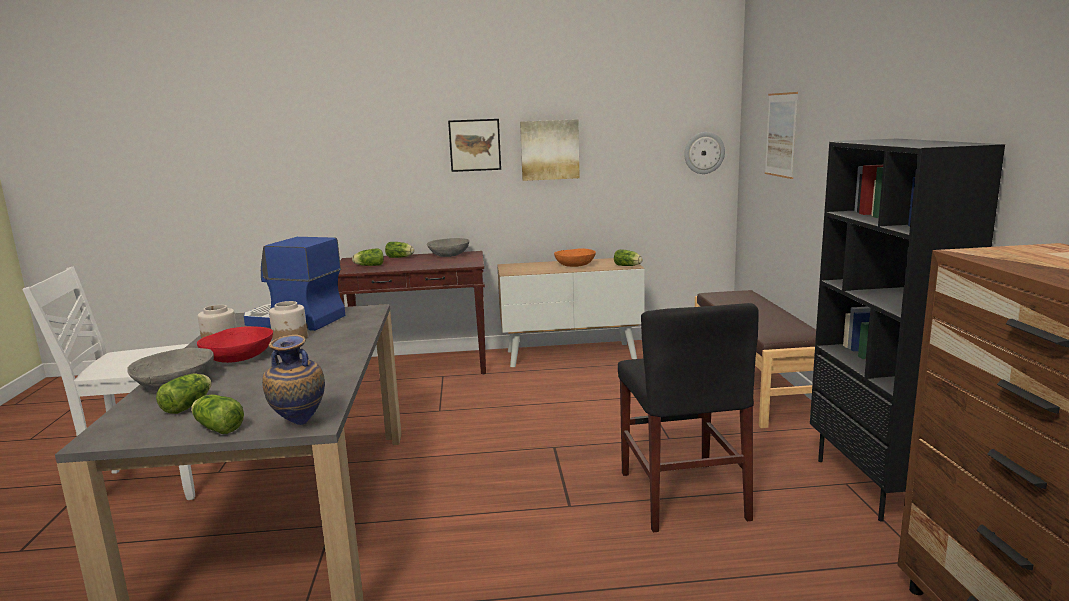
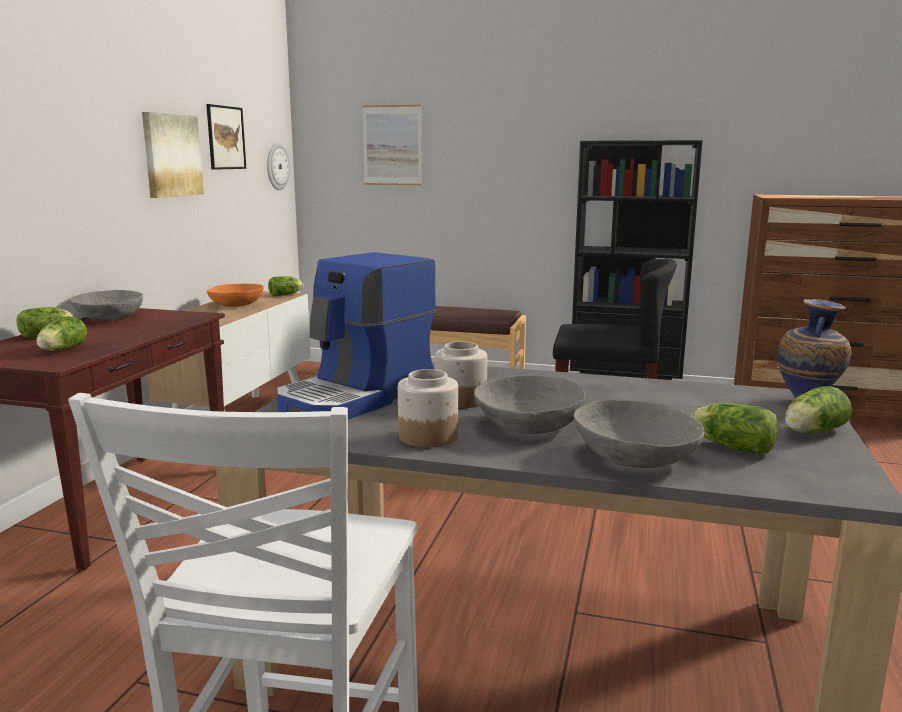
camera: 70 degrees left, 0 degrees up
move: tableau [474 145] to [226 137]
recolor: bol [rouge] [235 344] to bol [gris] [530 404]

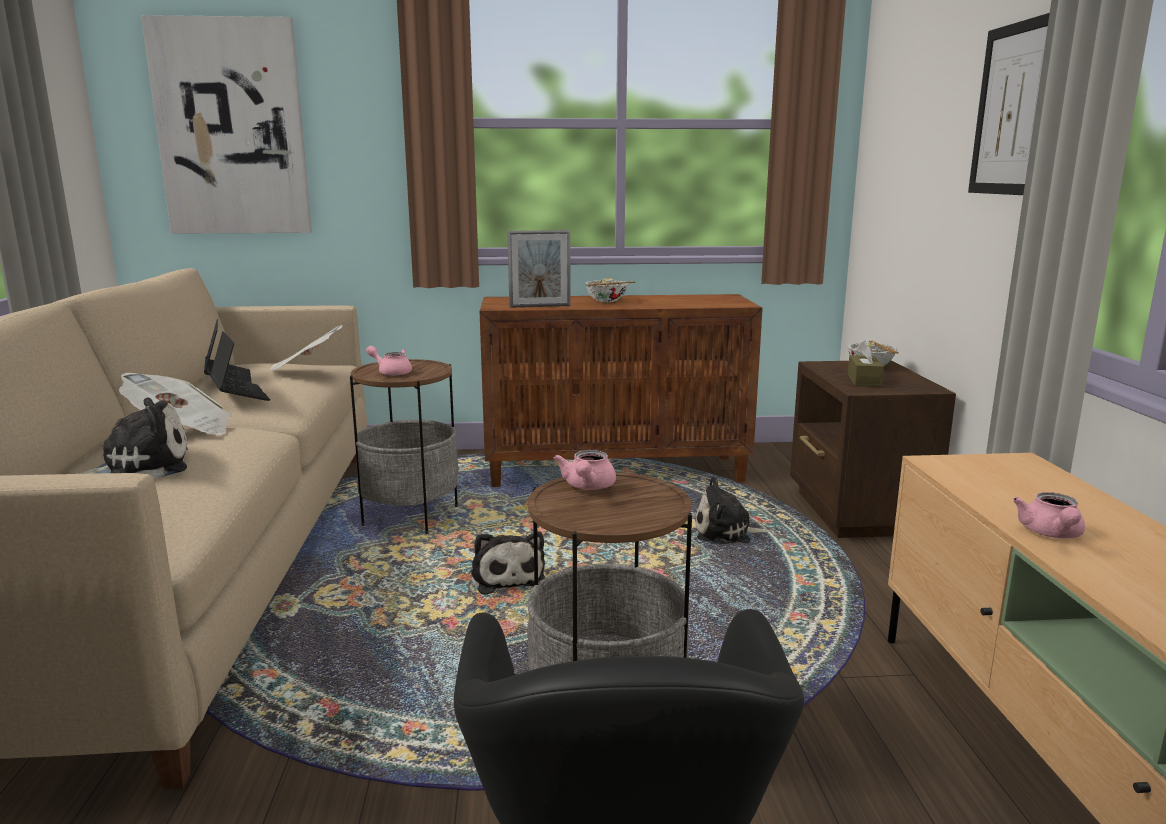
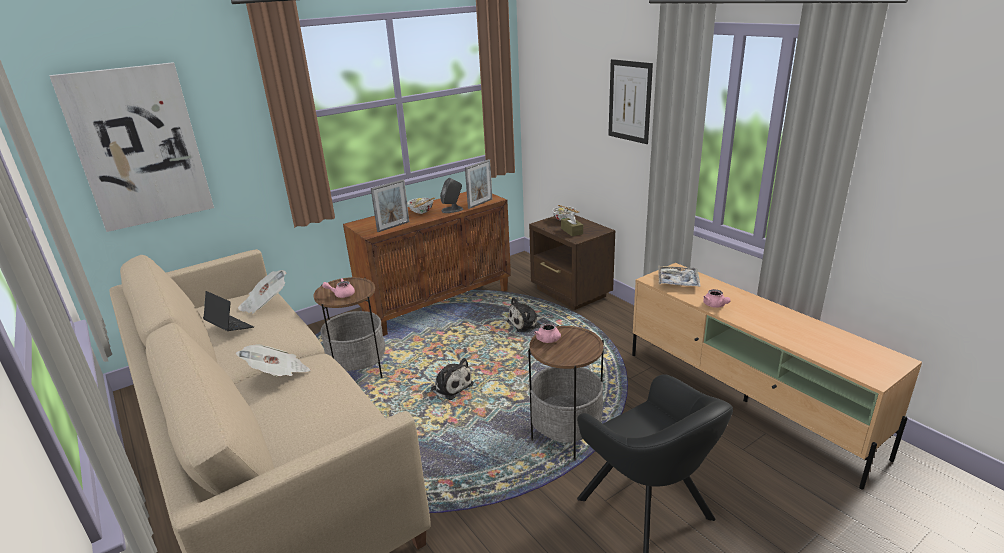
camera: 30 degrees left, 10 degrees up
delete: peluche [132 438]; ordinateur portable [240 366]
insert: enceinte [gris] [451 195]; cadre photo [478 184]; plateau [679 276]

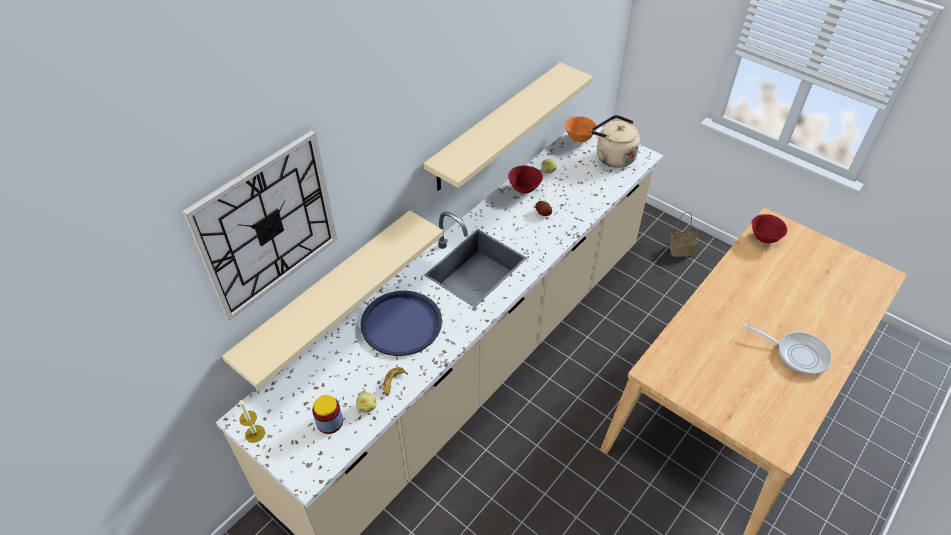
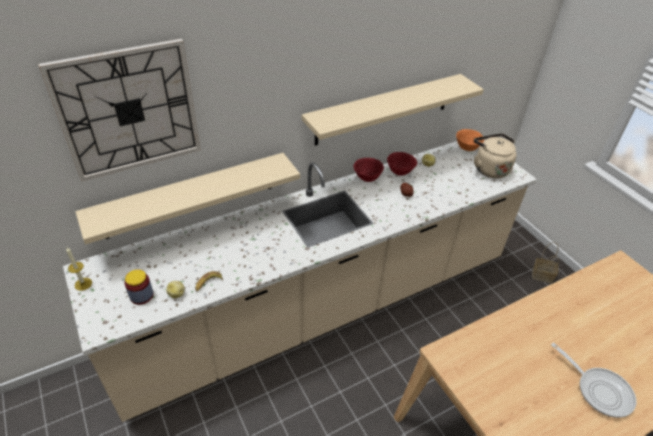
camera: 20 degrees right, 5 degrees down
delete: plateau [bleu] [401 323]
move: bol [rouge] [769 229] to [368 170]

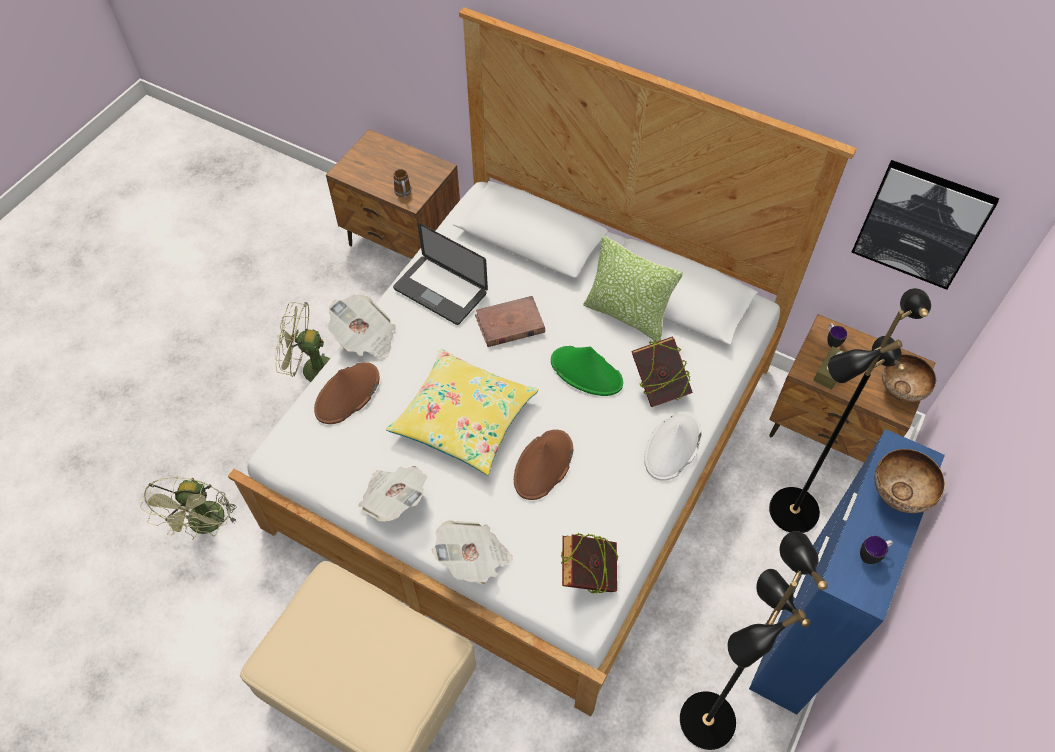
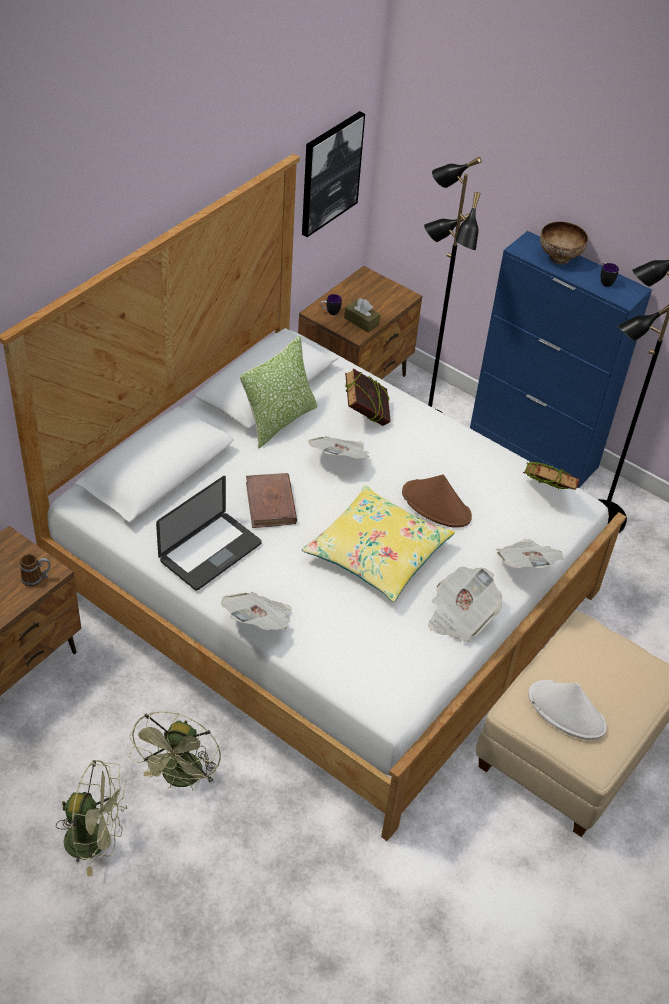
camera: 85 degrees left, 10 degrees down
delete: chapeau [marron] [347 393]; bol [909 378]
move: ventilateur [vert] [188 508] to [91 818]; chapeau [blanc] [673 446] to [567 710]
replace: chapeau [vert] [587 371] to journal [338 447]

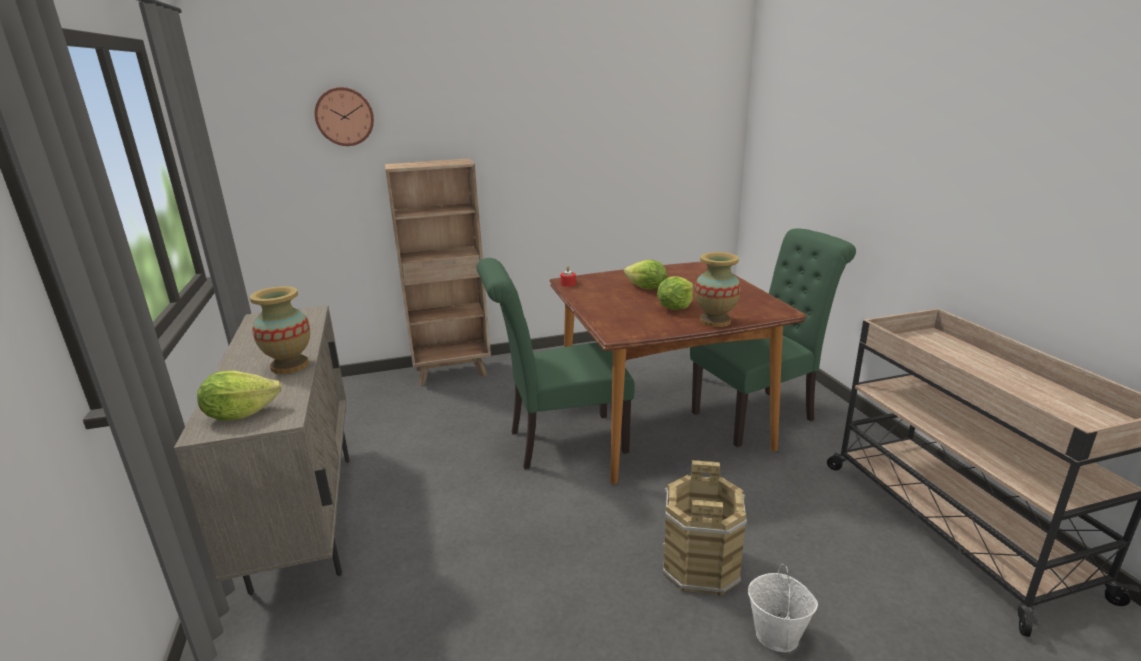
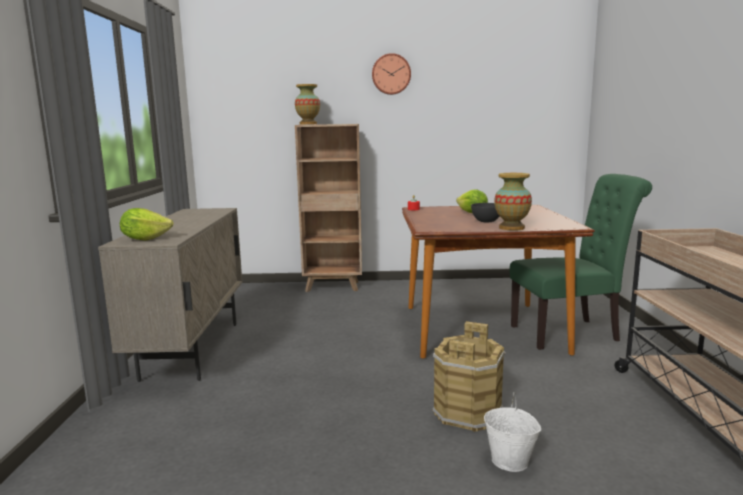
camera: 15 degrees right, 10 degrees down
delete: chaise [vert] [555 363]
move: vase [280 330] to [307 104]; horloge murale [344 116] to [391 74]
replace: laitue [675 293] to bol [gris] [485 212]

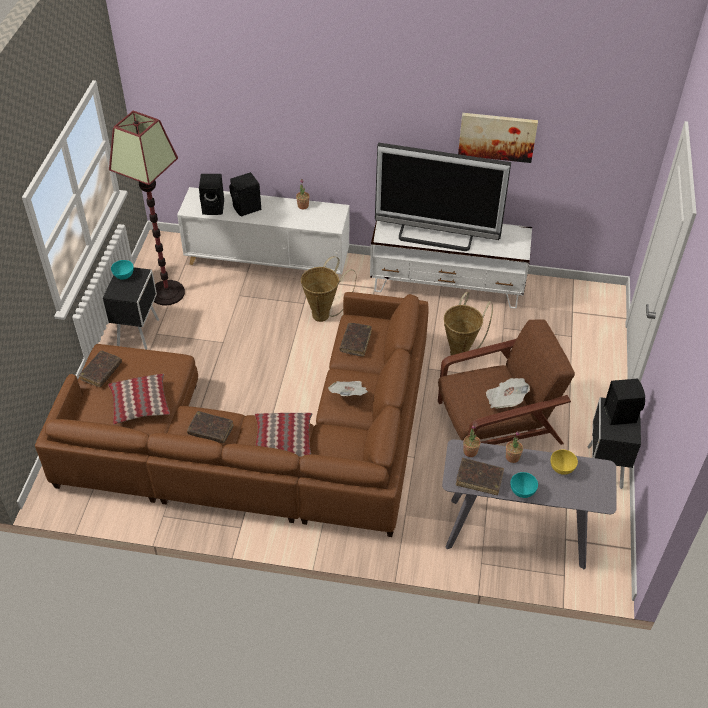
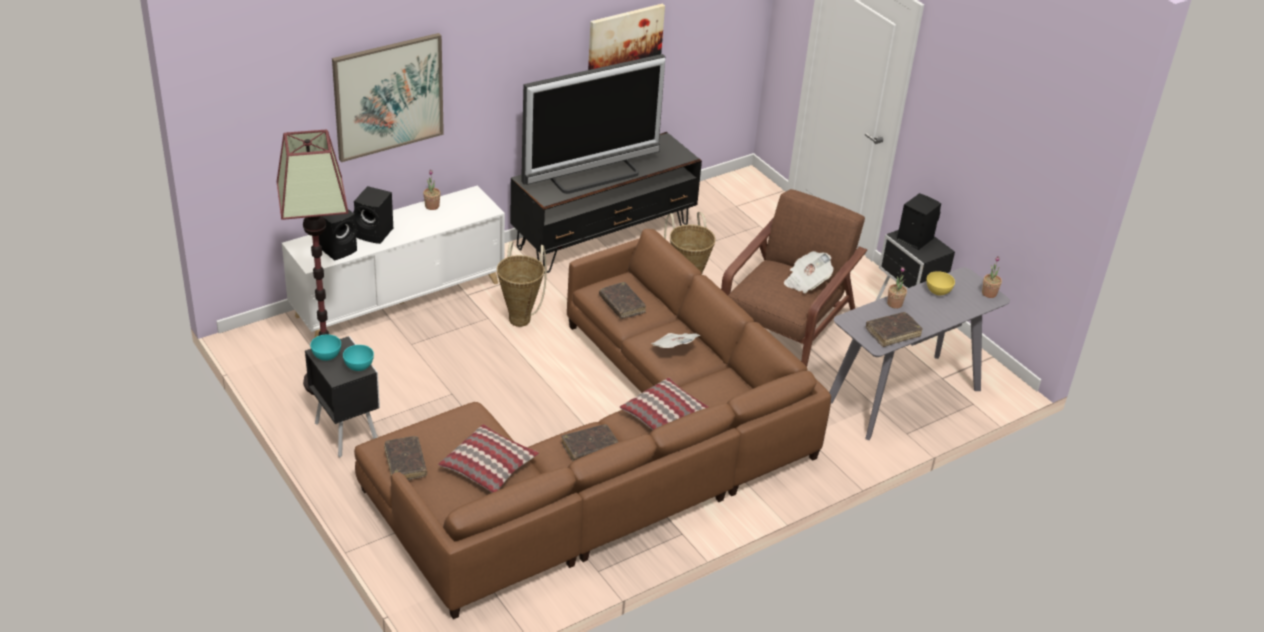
camera: 45 degrees left, 10 degrees down
insert: tableau [388 97]
move: plante en pot [471 440] to [992 277]; bol [turquoise] [524 485] to [358 358]
recolor: meuble télé [blanc] [451 265] to meuble télé [noir] [606 203]

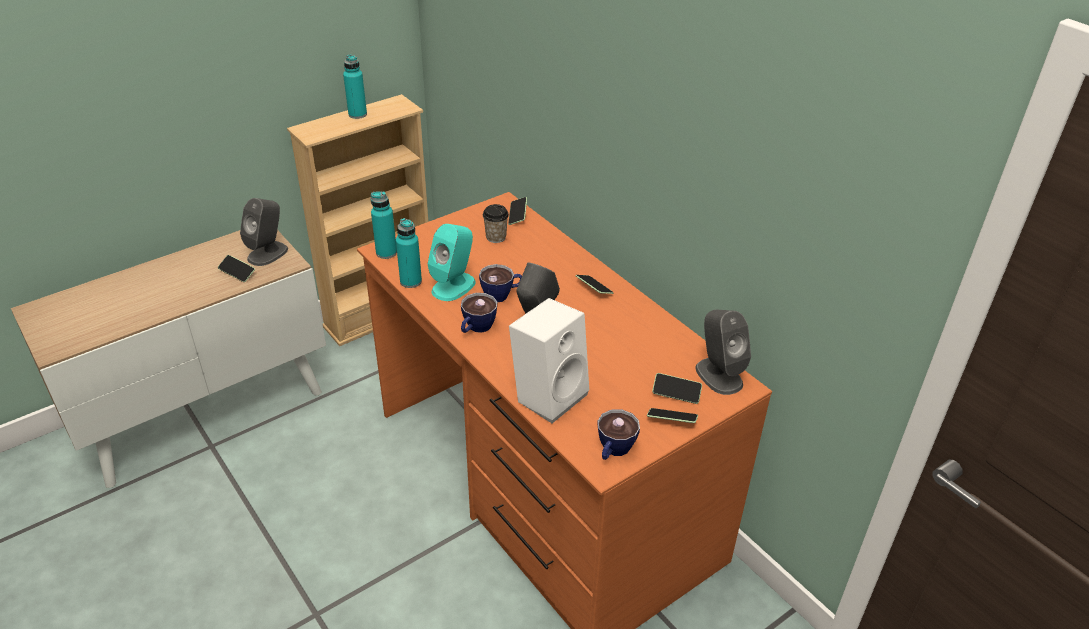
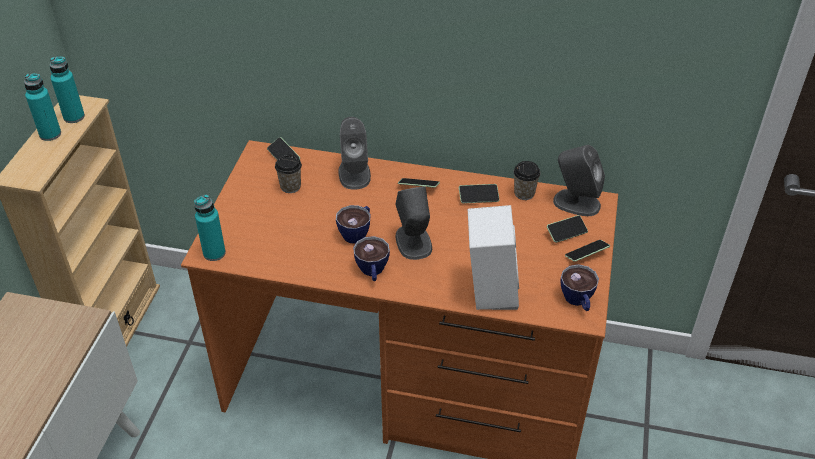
camera: 40 degrees left, 5 degrees up
delete: enceinte [turquoise] [452 262]
insert: tasse [527 180]
move: téléphone [236 268] to [479 193]; enceinte [gris] [264 232] to [355 153]; bouteille [turquoise] [409 253] to [67 90]

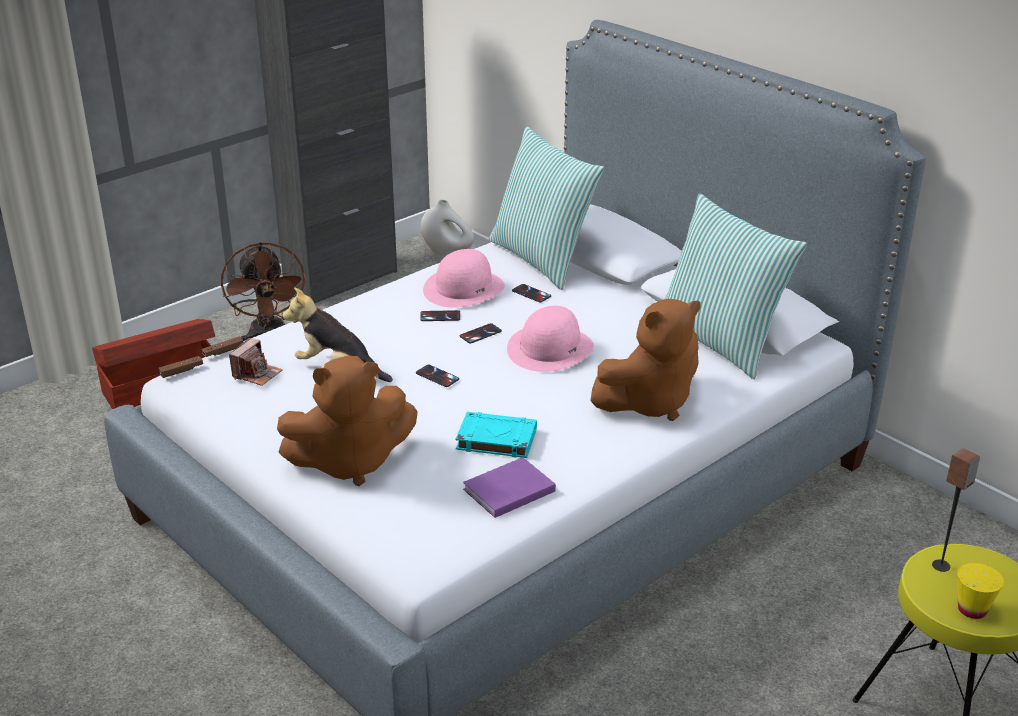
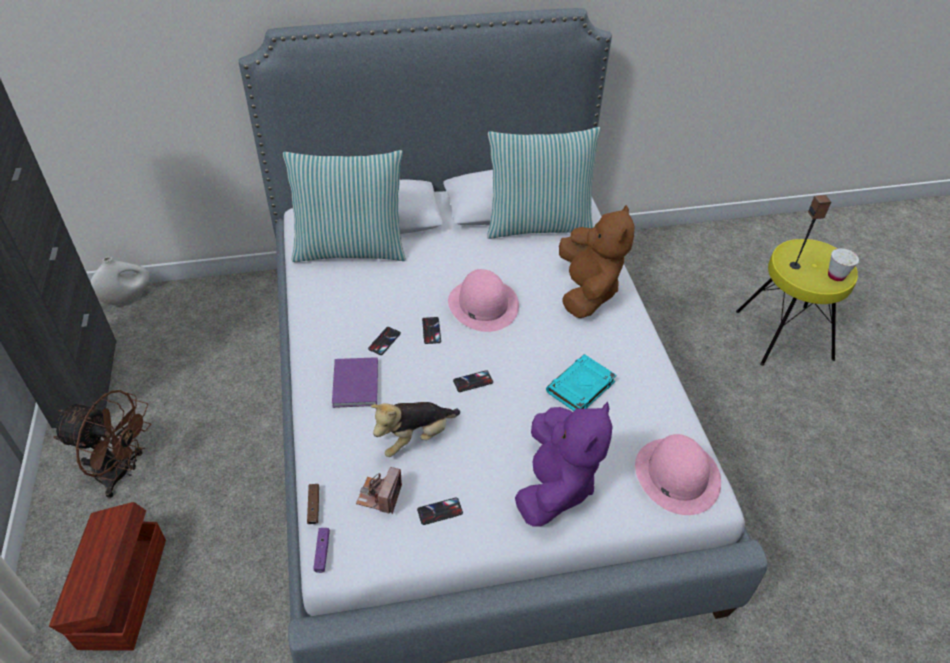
camera: 60 degrees left, 15 degrees up
move: chapeau [rose] [464 278] to [678 474]; livre [violet] [509 487] to [355 382]; téléphone [531 293] to [440 511]
recolor: manette [marron] [181 367] to manette [violet] [321 550]; peluche [marron] [347 421] to peluche [violet] [564 464]; tasse [jaune] [980 591] to tasse [blanc] [843 264]
rotate: appareil photo [256 361] = [379 490] 135 degrees counterclockwise

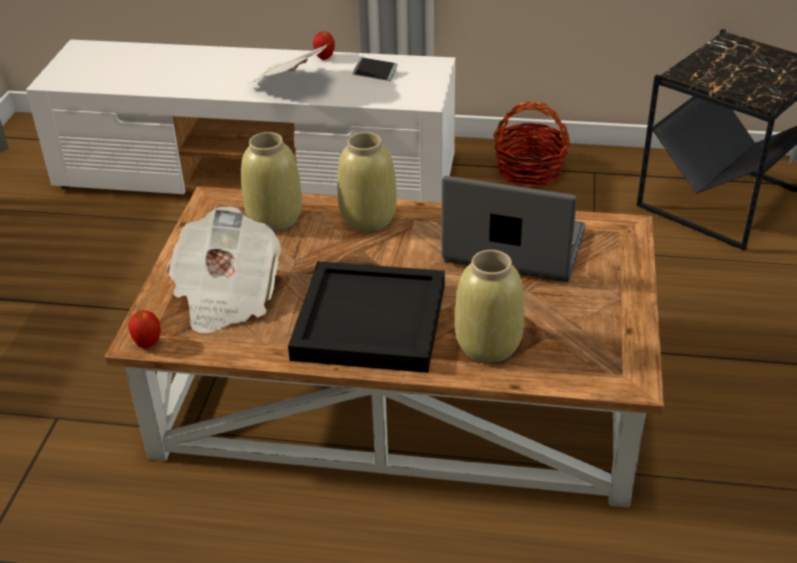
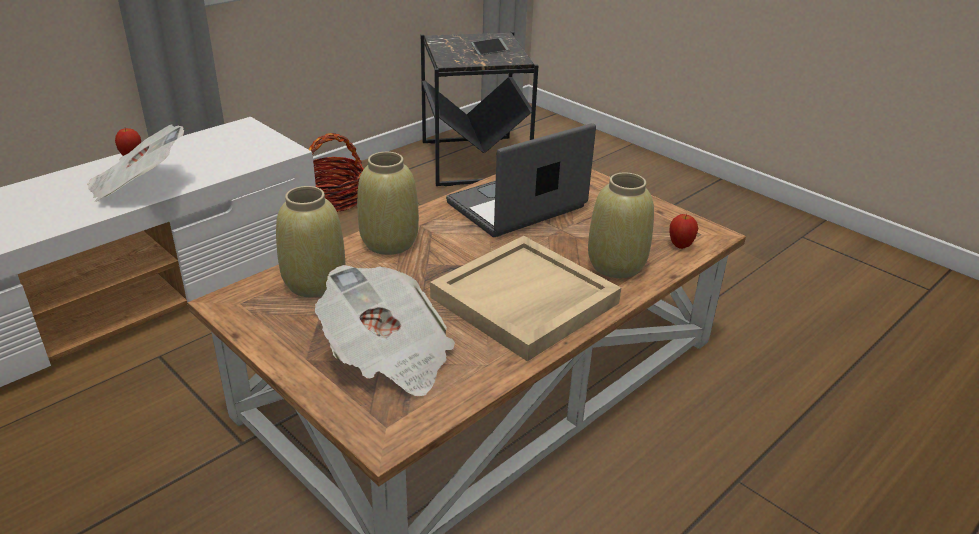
camera: 55 degrees left, 5 degrees down
move: pomme [144 329] to [684 231]; téléphone [375 69] to [490 46]
recolor: plateau [noir] [366 317] to plateau [beige] [525 299]

